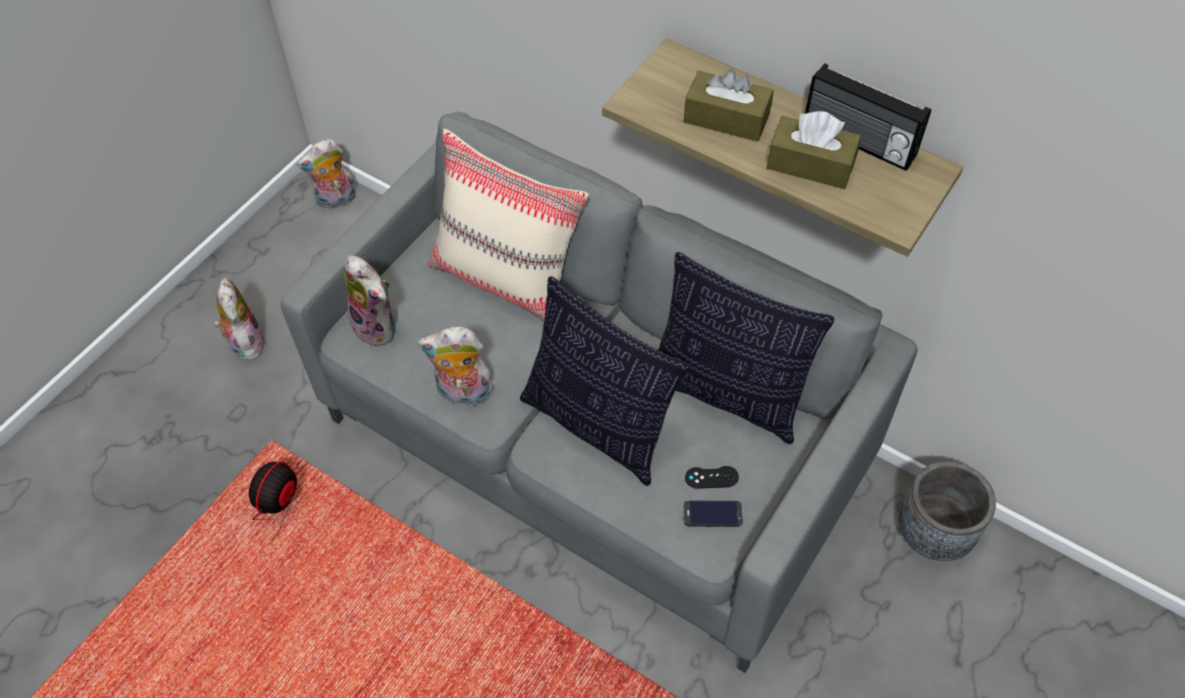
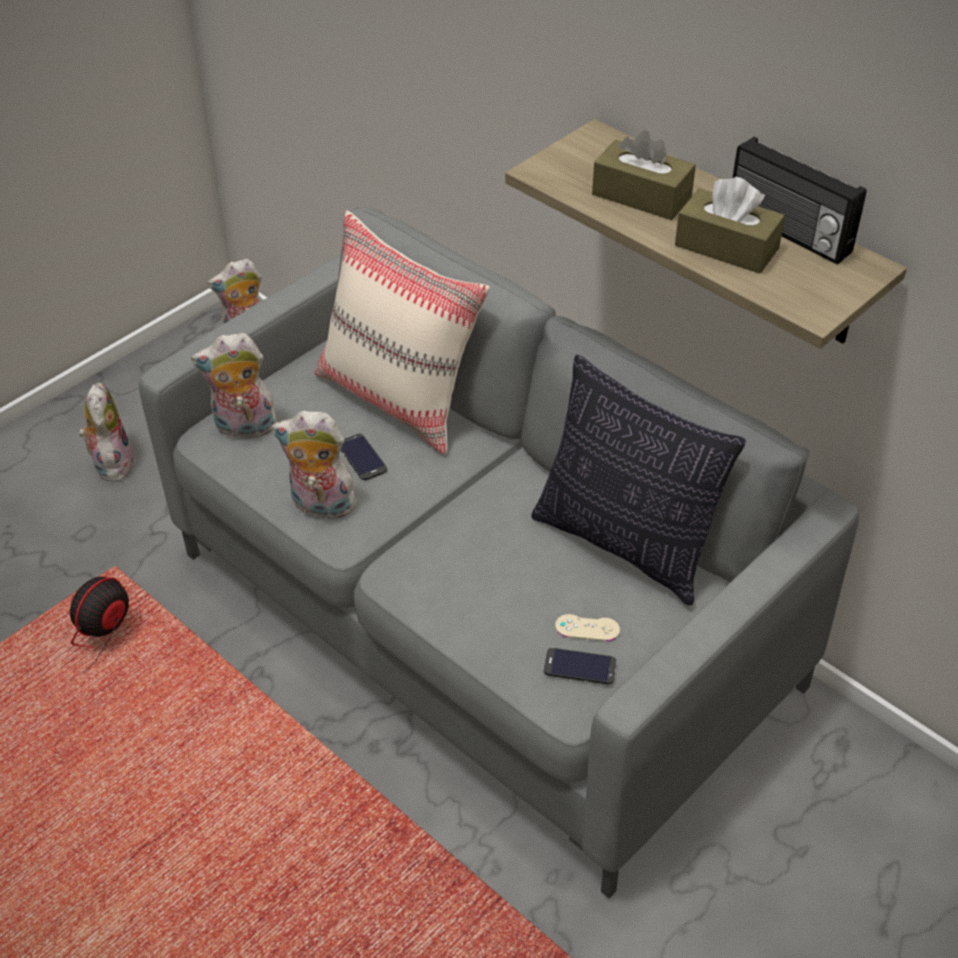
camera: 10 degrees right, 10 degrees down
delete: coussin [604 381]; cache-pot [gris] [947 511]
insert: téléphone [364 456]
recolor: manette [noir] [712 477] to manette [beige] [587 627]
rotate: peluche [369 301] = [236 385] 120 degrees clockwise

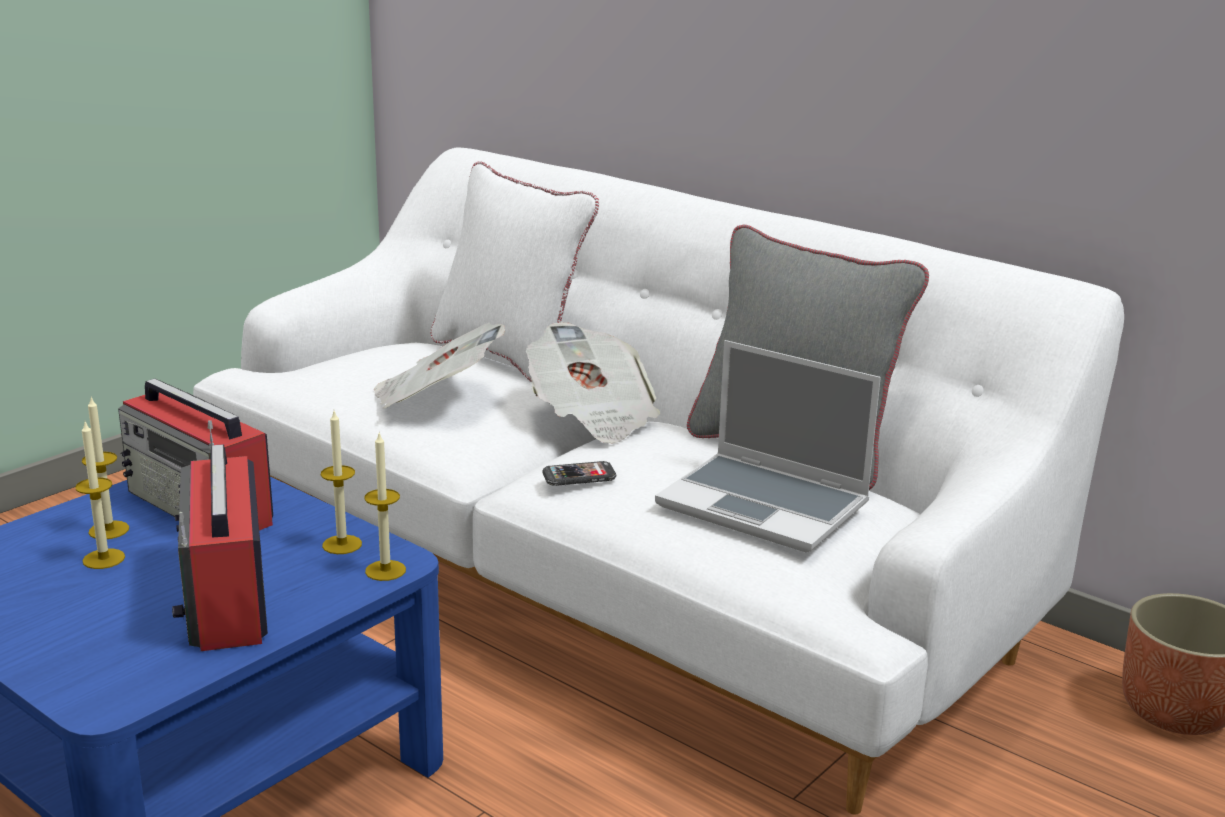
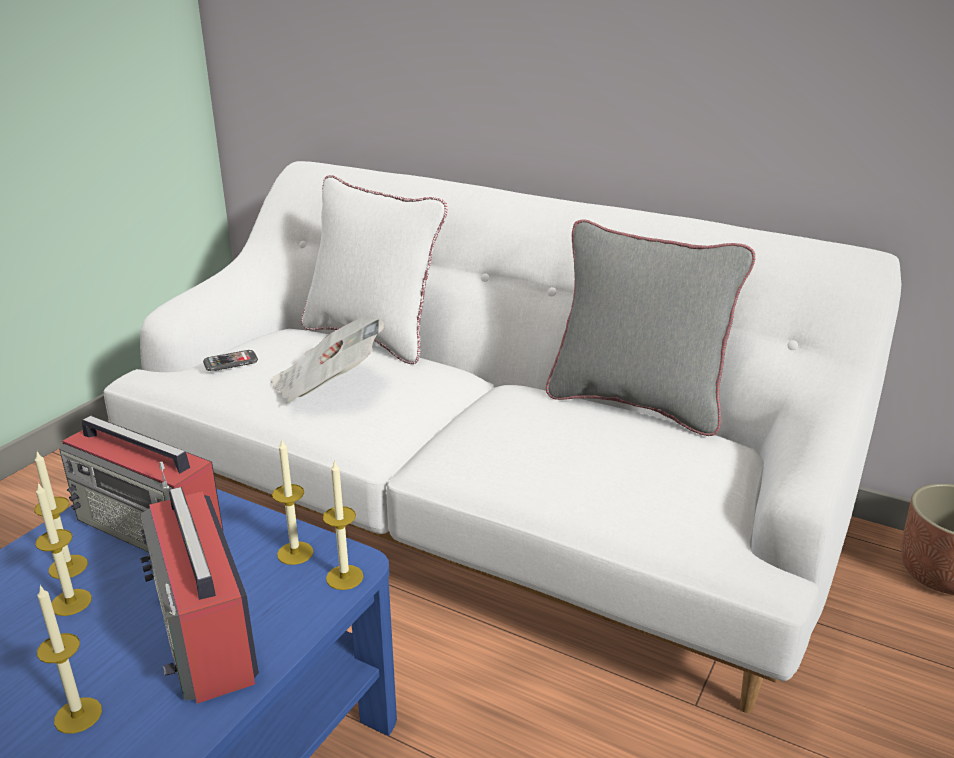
camera: 10 degrees left, 5 degrees up
delete: journal [593 383]; ordinateur portable [768 446]
insert: bougie [69 659]
move: téléphone [579 473] to [230 360]

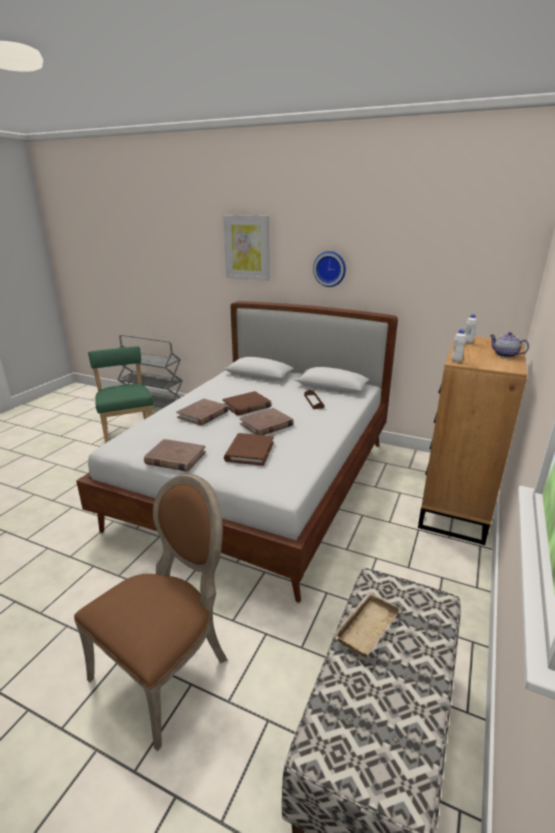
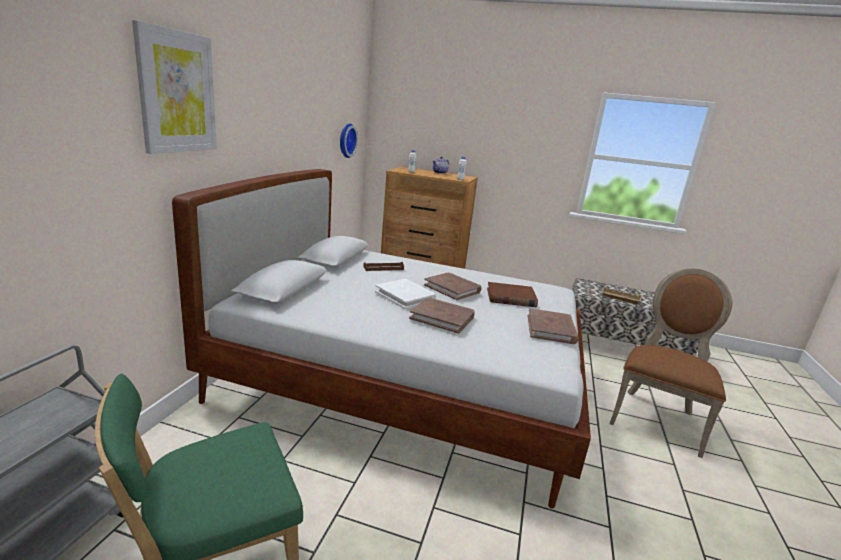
camera: 100 degrees left, 5 degrees down
move: horloge murale [329 269] to [349 141]
recolor: livre [marron] [246 403] to livre [blanc] [405 294]
rotate: chaise [marron] [150 612] = [671 363] 90 degrees clockwise

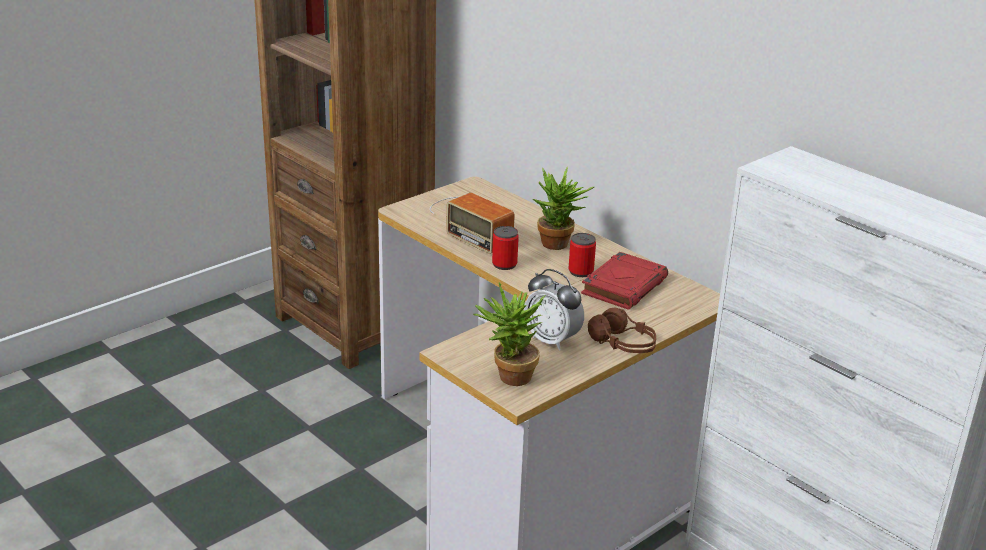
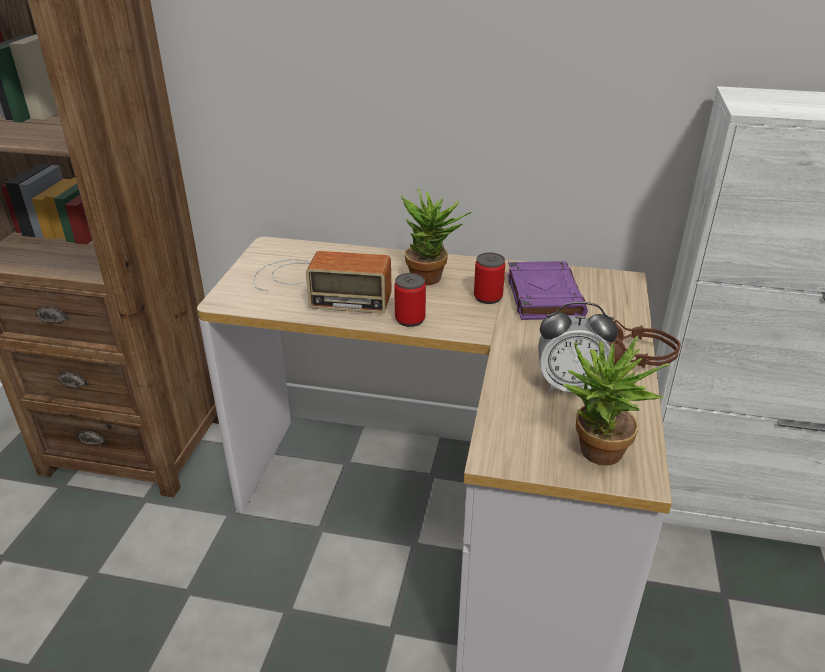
camera: 35 degrees left, 5 degrees up
recolor: livre [rouge] [624 281] to livre [violet] [548 290]

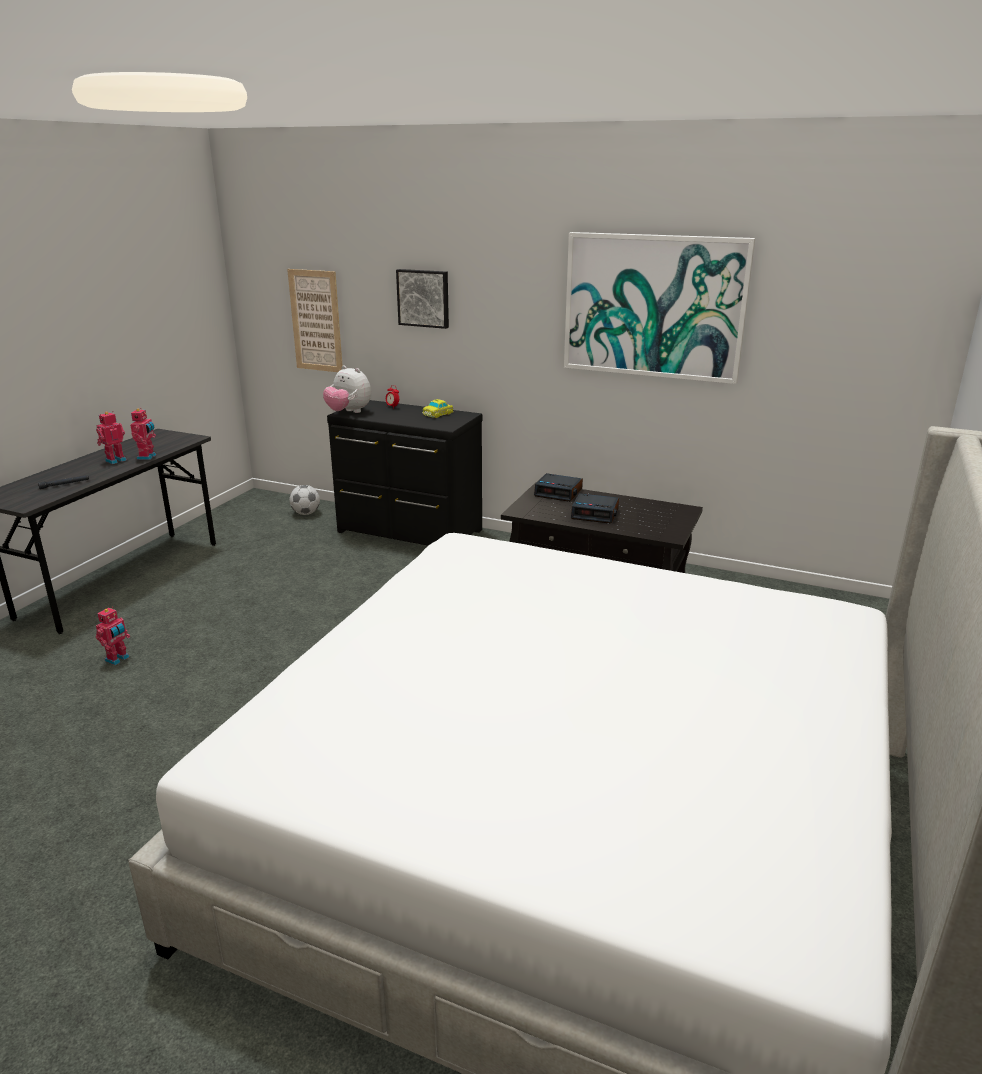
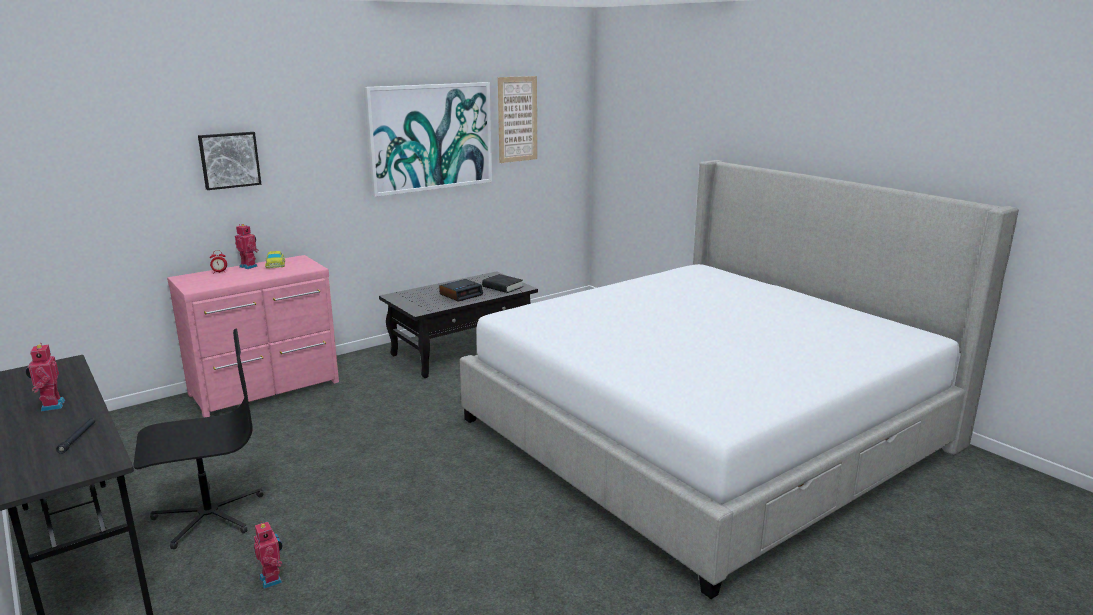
camera: 60 degrees left, 5 degrees down
delete: ballon de foot [304 500]; peluche [347 389]; réveil [558 487]
insert: chaise de bureau [noir] [198 438]; livre [noir] [502 283]
move: robot jouet [143 434] to [247 246]; tableau [314 320] to [517 119]
recolor: commode [noir] [404 473] to commode [rose] [253 336]

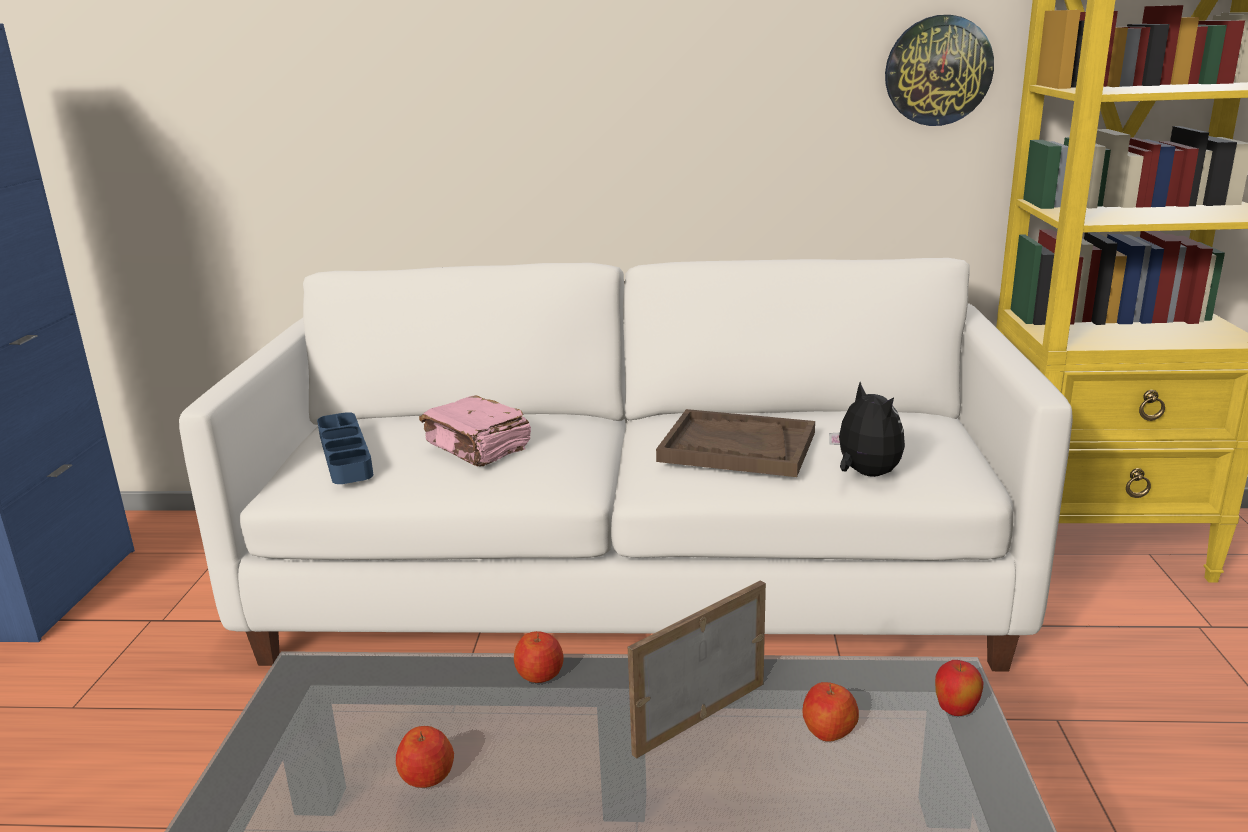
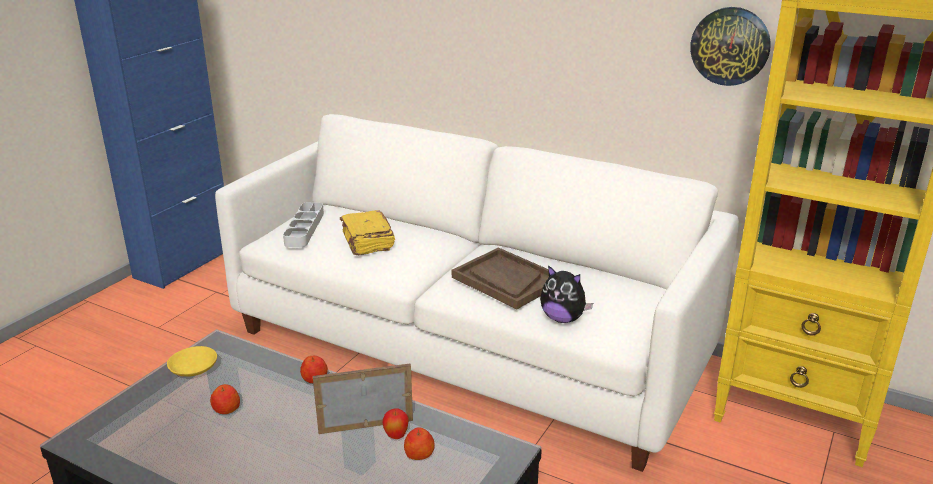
camera: 25 degrees right, 5 degrees up
insert: bol [jaune] [192 361]
move: pomme [959 688] to [395 423]
recolor: plateau [bleu] [345 448] to plateau [gris] [303 224]; livre [rose] [475 431] to livre [jaune] [367 232]
rotate: peluche [867 429] = [566 294] 120 degrees clockwise

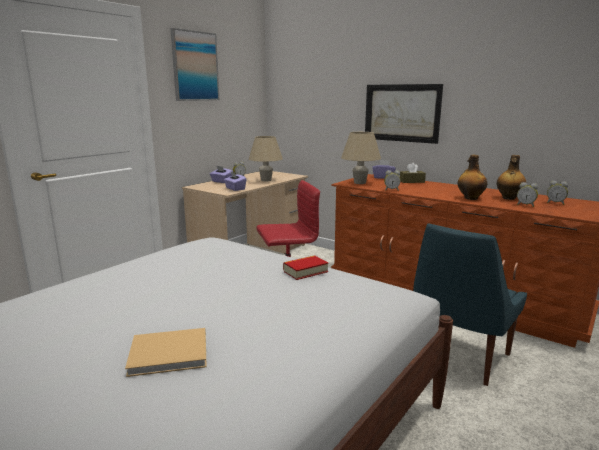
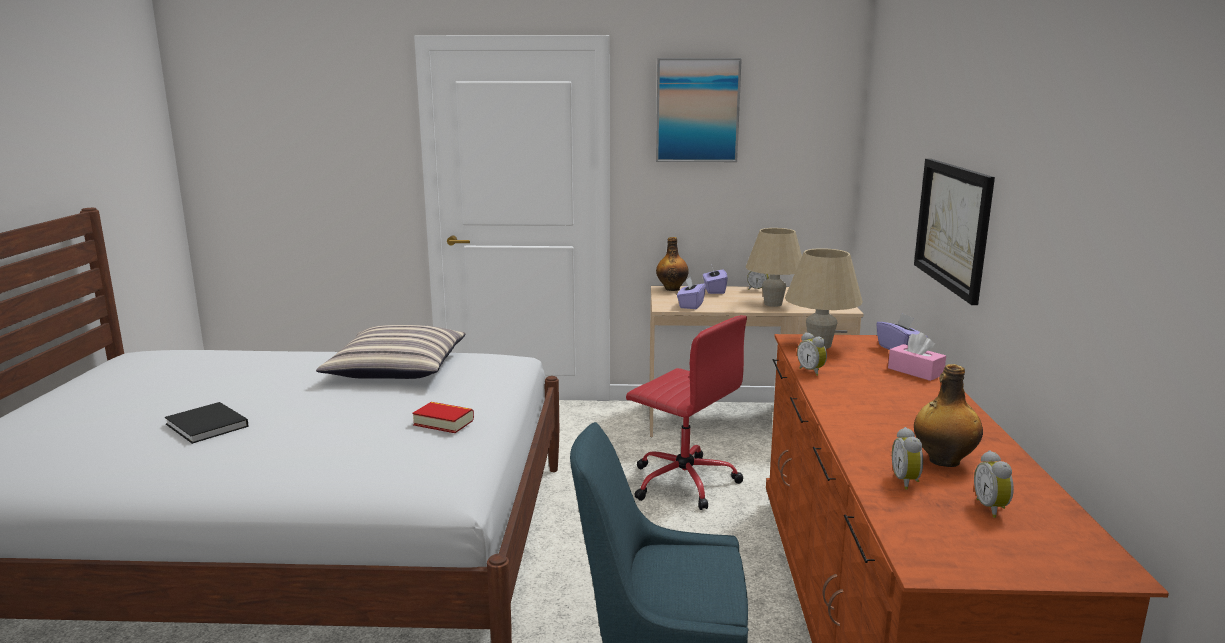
camera: 55 degrees right, 0 degrees up
insert: coussin [390 352]
move: bouteille [472 177] to [672 264]
recolor: livre [beige] [166 352] to livre [noir] [207 423]; boîte à mouchoirs [marron] [413 172] to boîte à mouchoirs [rose] [917 356]

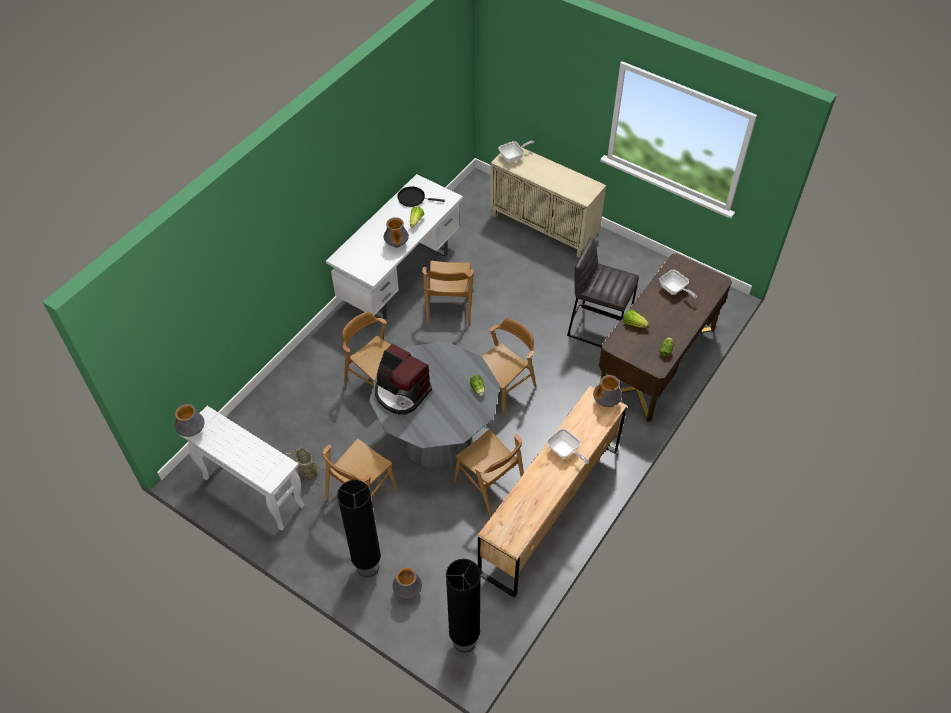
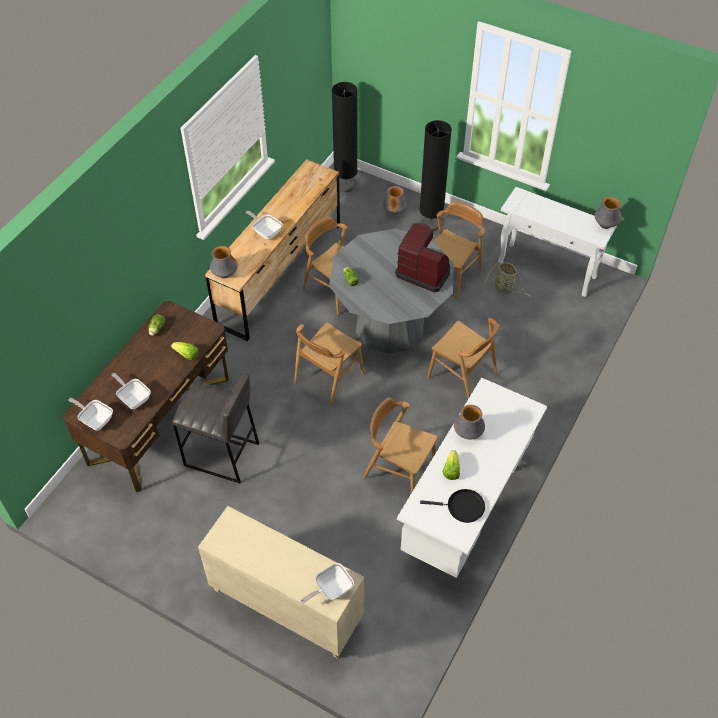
camera: 175 degrees right, 0 degrees up
insert: poêle [91 414]
rotate: chaise [marron] [447 293] = [400 445] 60 degrees counterclockwise

